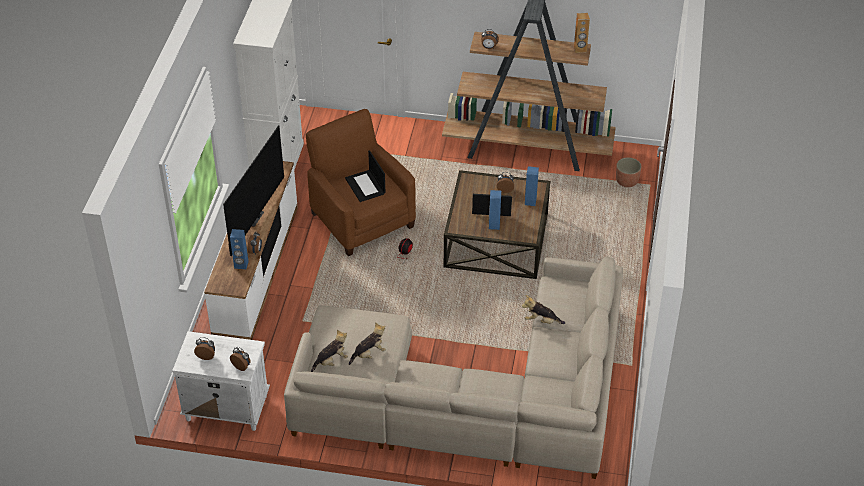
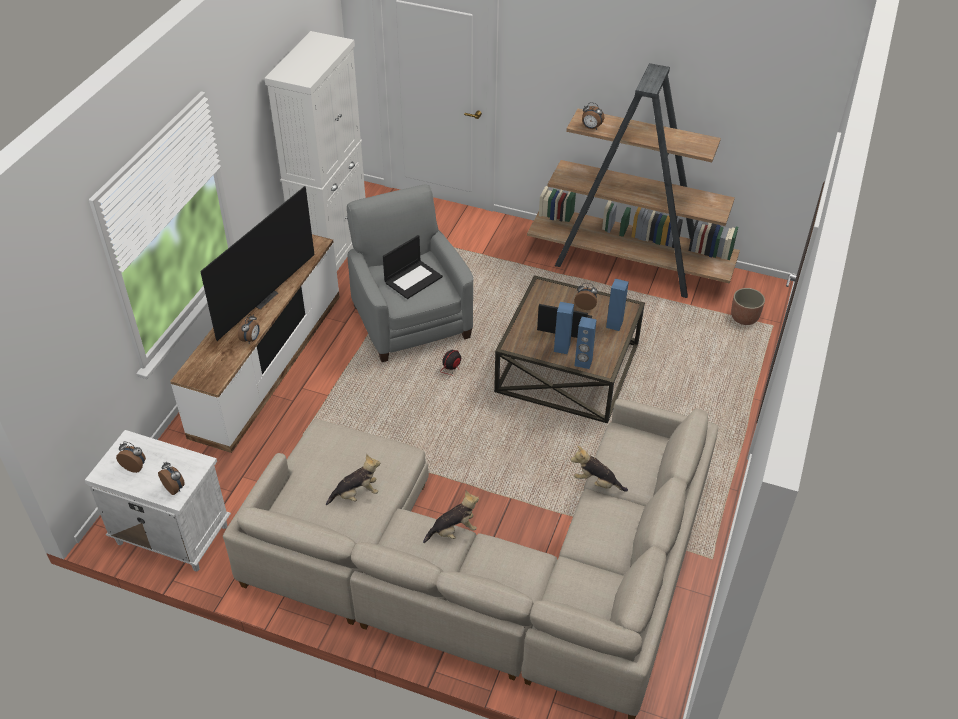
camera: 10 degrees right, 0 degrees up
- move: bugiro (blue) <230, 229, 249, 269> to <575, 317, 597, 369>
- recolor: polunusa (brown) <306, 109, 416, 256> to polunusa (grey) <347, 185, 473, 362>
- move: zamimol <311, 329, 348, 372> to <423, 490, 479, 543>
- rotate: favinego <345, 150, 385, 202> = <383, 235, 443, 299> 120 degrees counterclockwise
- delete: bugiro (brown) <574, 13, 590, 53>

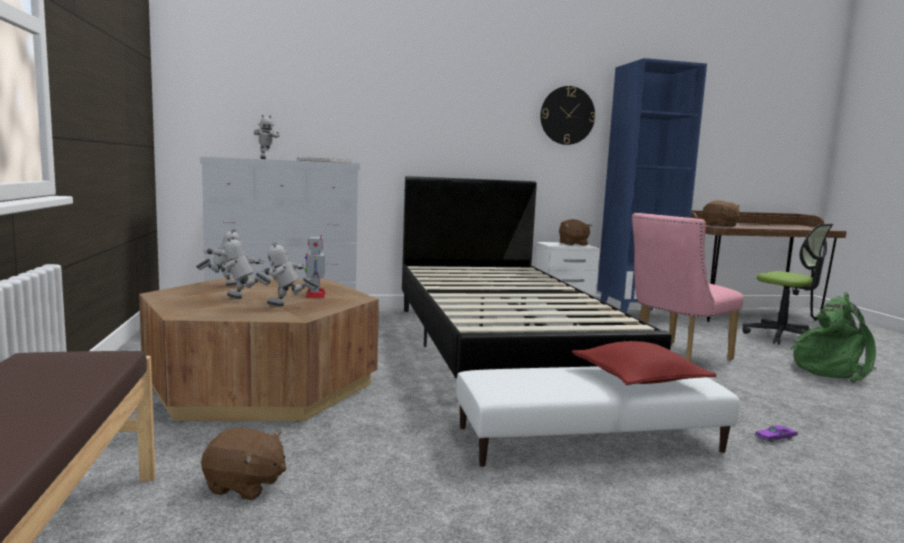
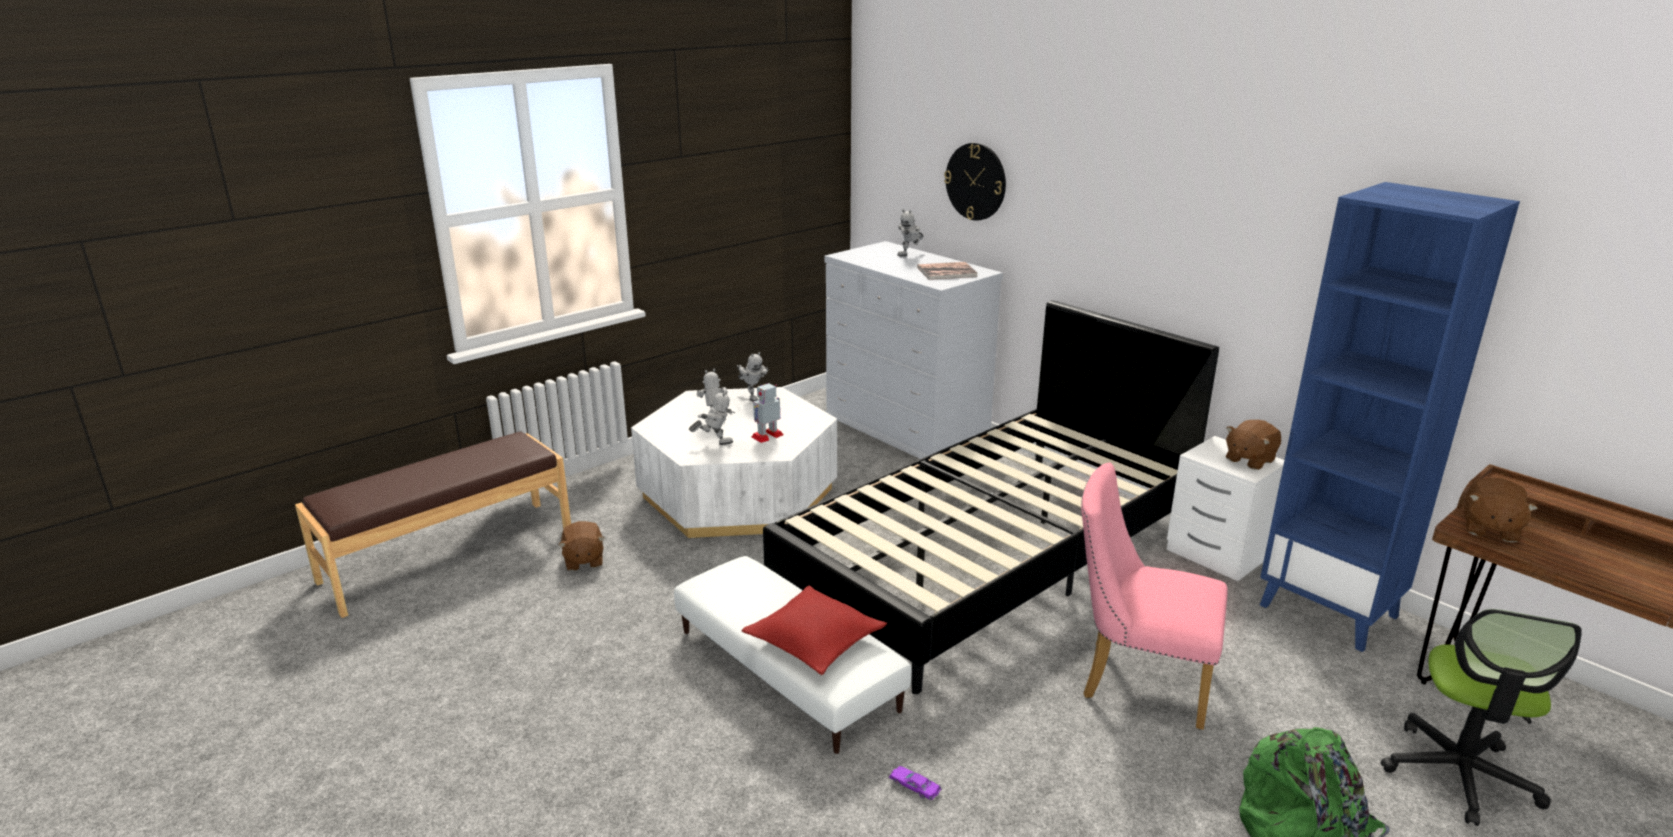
camera: 60 degrees right, 15 degrees up
- recolor: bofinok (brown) <139, 277, 379, 422> to bofinok (white) <631, 387, 837, 538>
- rotate: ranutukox <261, 241, 318, 306> = <689, 389, 735, 445> 120 degrees clockwise
- move: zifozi <540, 86, 595, 145> to <944, 143, 1006, 221>

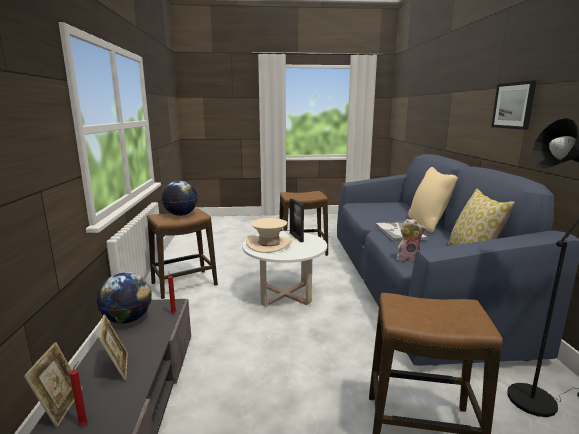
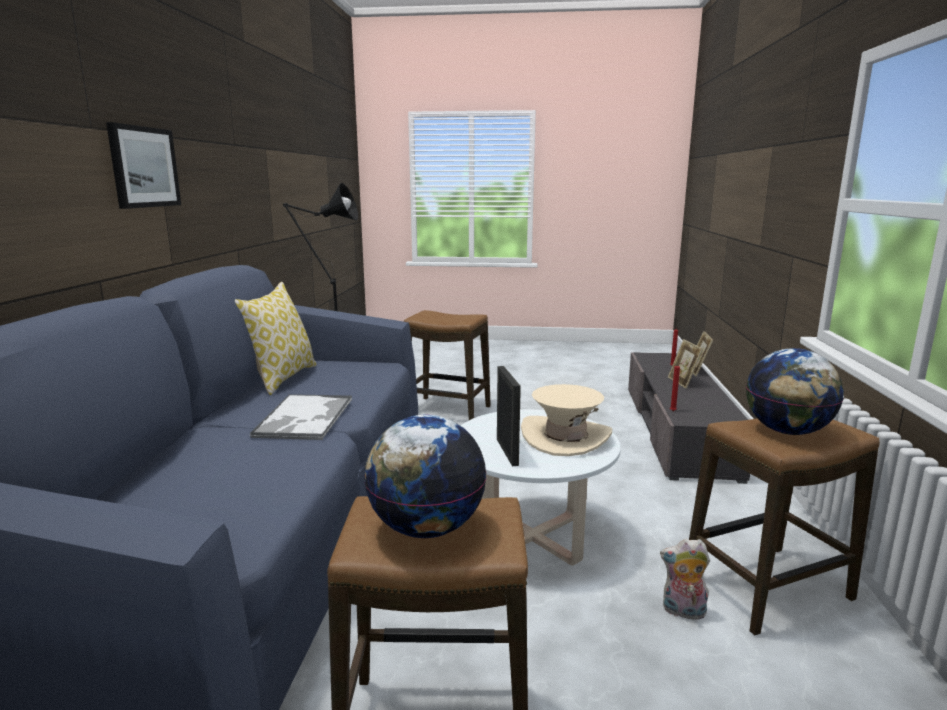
camera: 170 degrees left, 0 degrees up
- move: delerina <97, 272, 152, 324> to <364, 415, 487, 538>
- move: zamimol <397, 219, 426, 263> to <660, 539, 710, 620>
- delete: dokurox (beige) <408, 167, 458, 233>

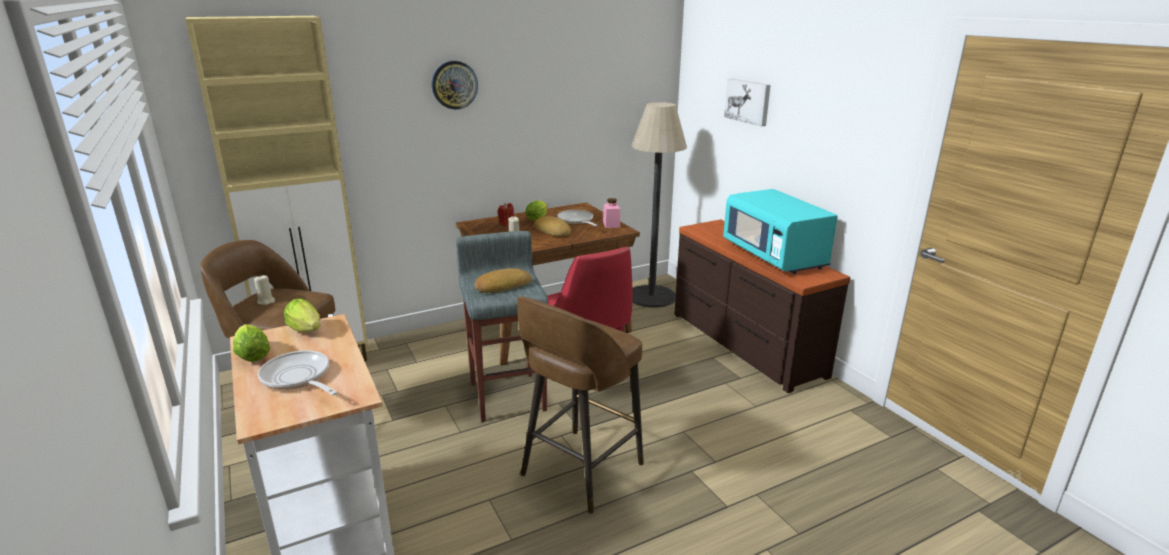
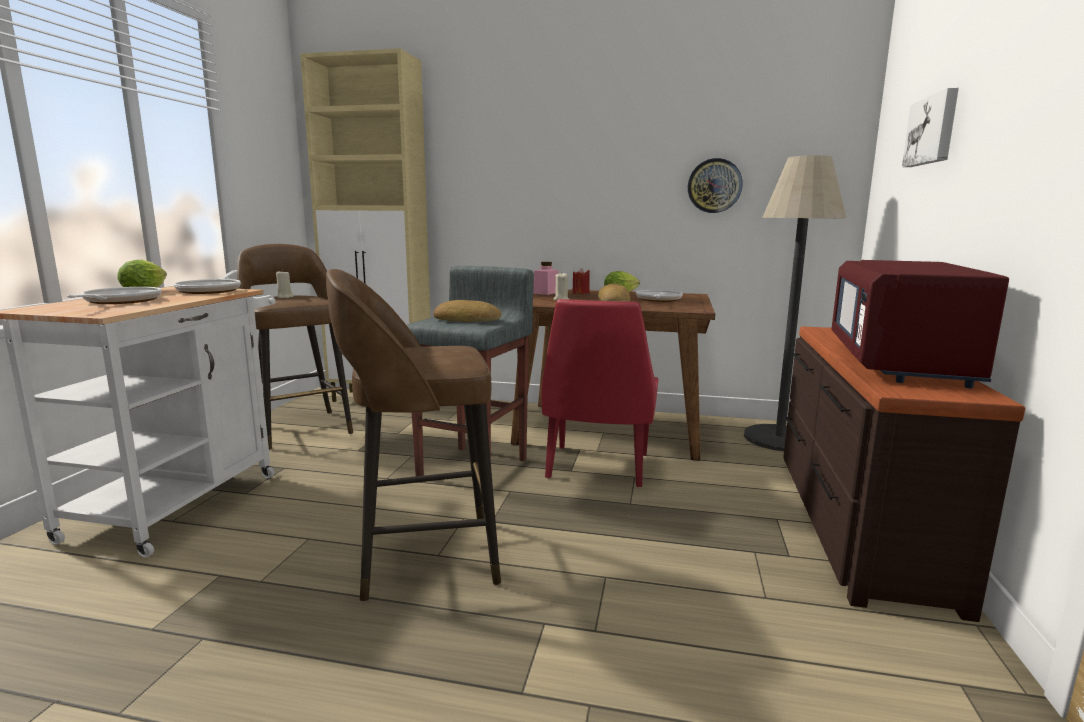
camera: 40 degrees right, 10 degrees down
- replace: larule <284, 298, 320, 333> to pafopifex <174, 270, 241, 294>
- move: zifozi <432, 61, 478, 110> to <688, 158, 743, 213>
- move: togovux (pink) <603, 198, 620, 228> to <533, 262, 559, 295>
- recolor: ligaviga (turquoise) <723, 189, 838, 274> to ligaviga (red) <831, 260, 1009, 388>

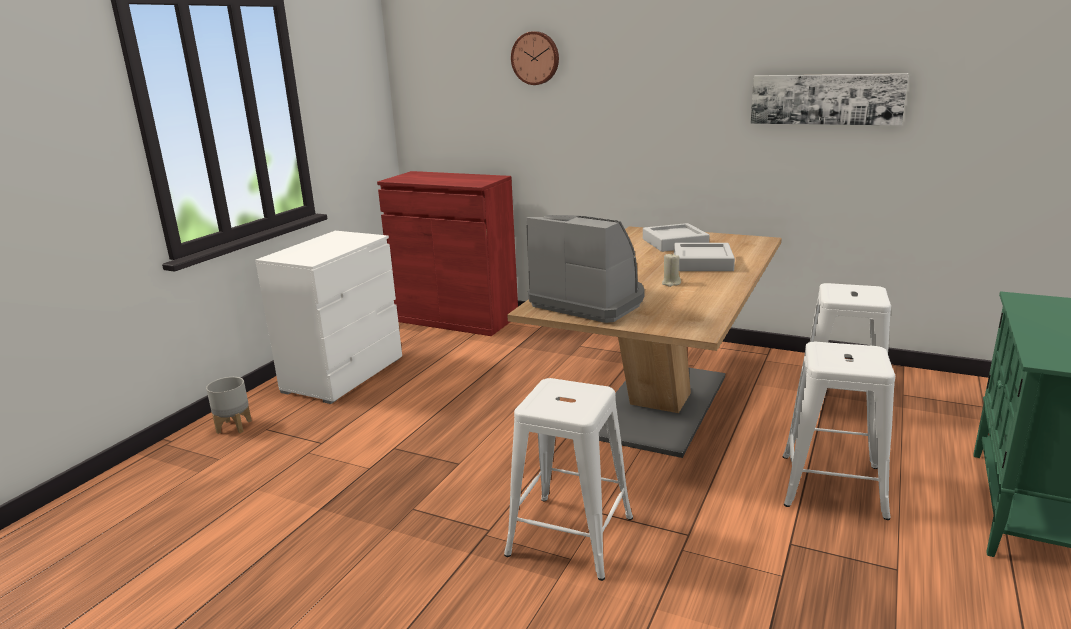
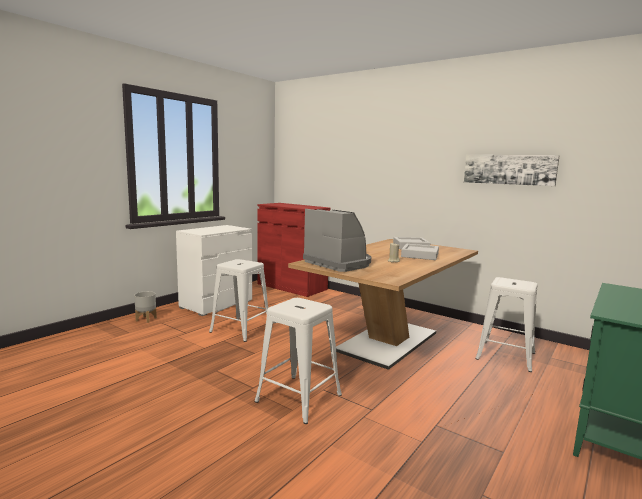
camera: 10 degrees right, 10 degrees down
- delete: zifozi <511, 31, 559, 85>
- move: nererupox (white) <783, 341, 895, 520> to <209, 259, 268, 342>

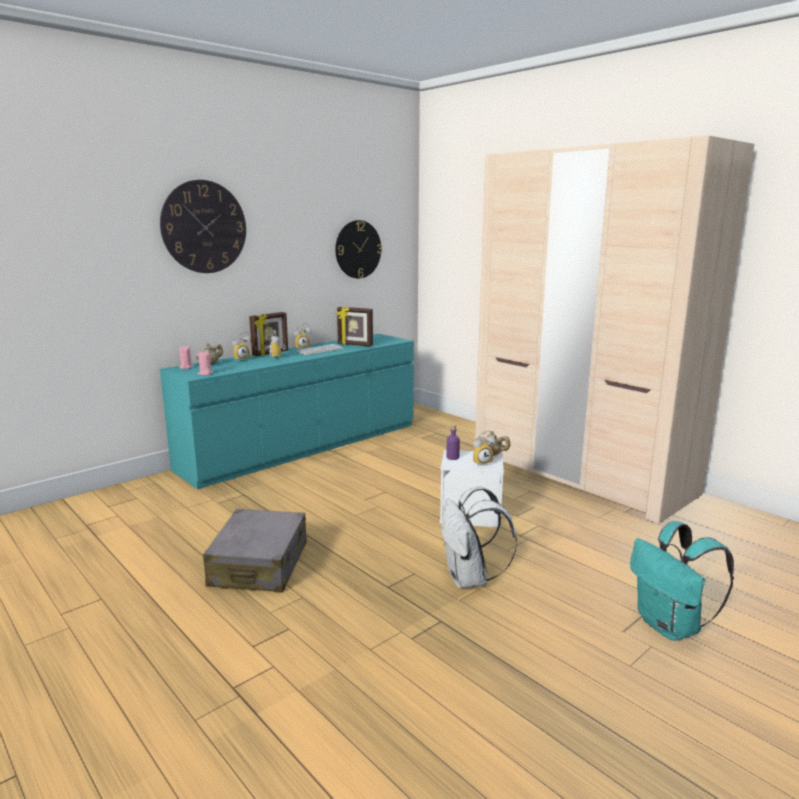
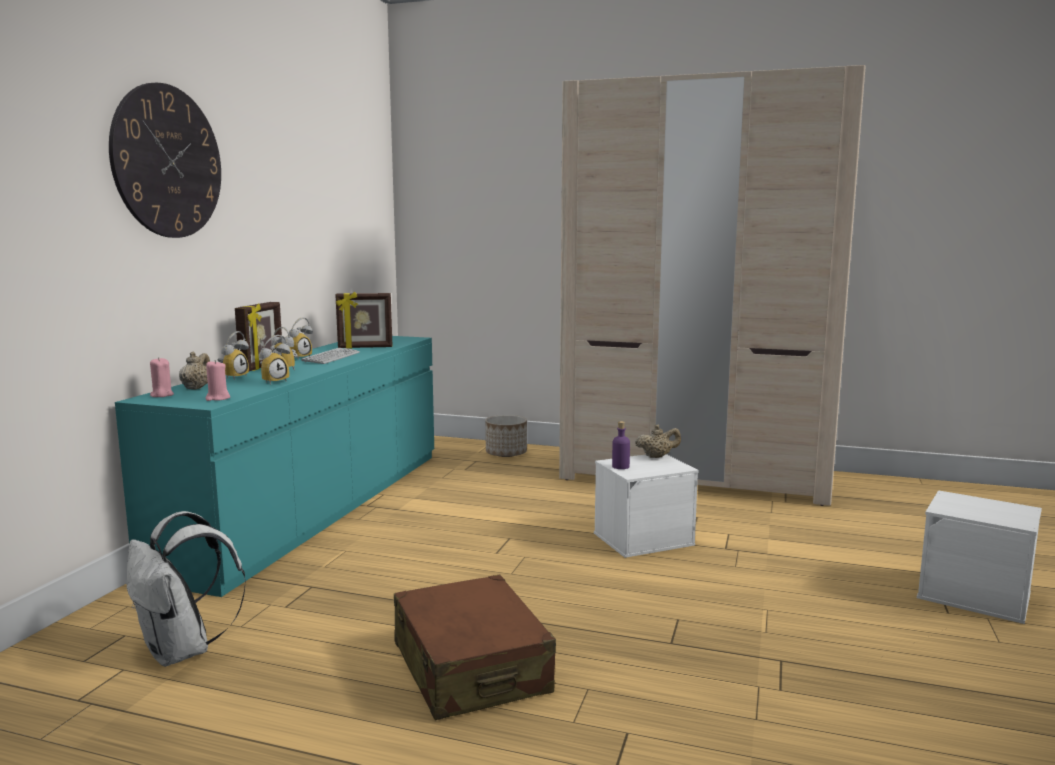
camera: 30 degrees left, 5 degrees down
- recolor: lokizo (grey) <203, 509, 307, 593> to lokizo (brown) <394, 574, 556, 720>
- delete: zifozi <335, 220, 382, 278>
- move: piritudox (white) <441, 486, 517, 589> to <126, 511, 246, 667>
- move: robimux <473, 430, 496, 466> to <259, 335, 290, 384>
- replace: piritudox (turquoise) <630, 521, 734, 641> to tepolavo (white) <917, 490, 1042, 624>
- insert: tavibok <485, 415, 527, 457>

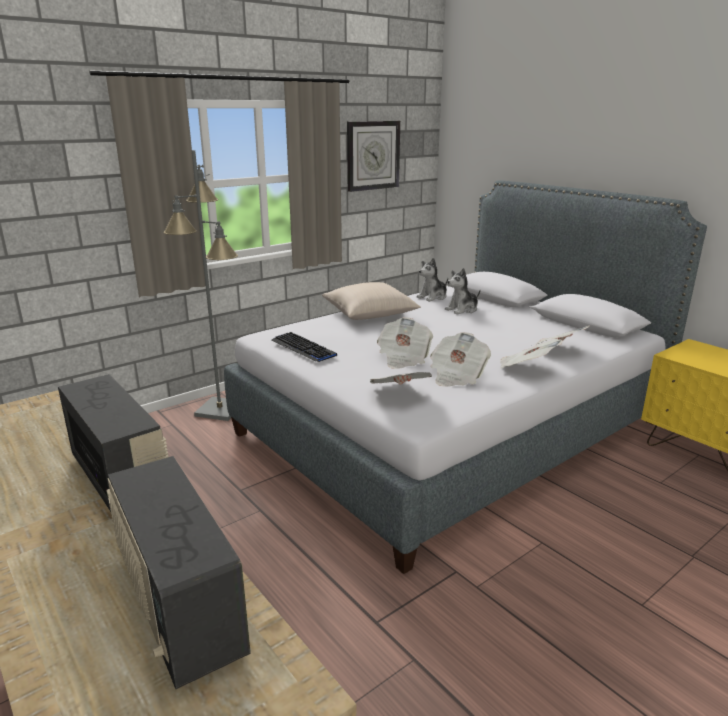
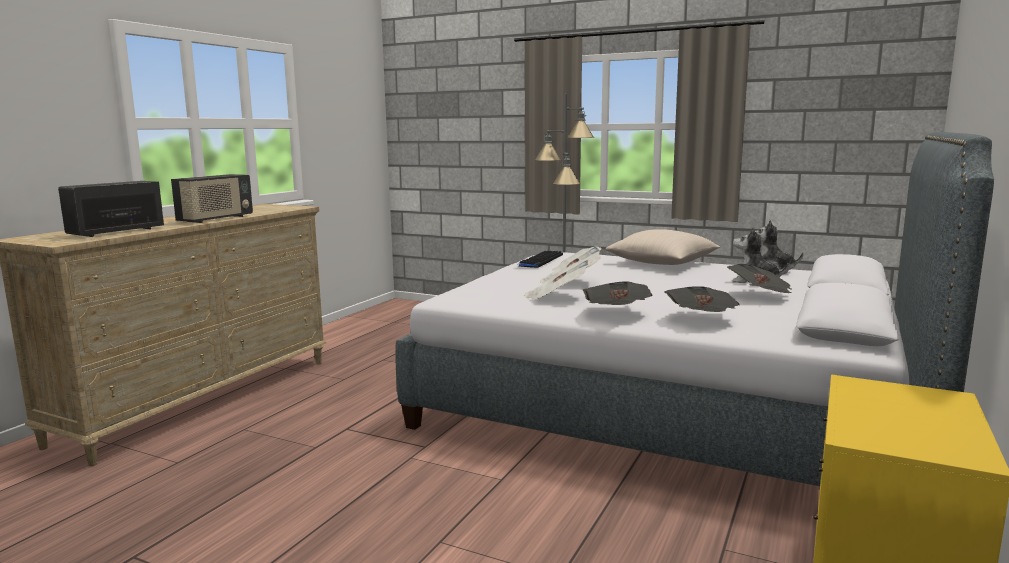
camera: 65 degrees right, 10 degrees down
- delete: zifozi <347, 121, 400, 192>
- move: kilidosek <370, 372, 432, 385> to <728, 264, 793, 293>

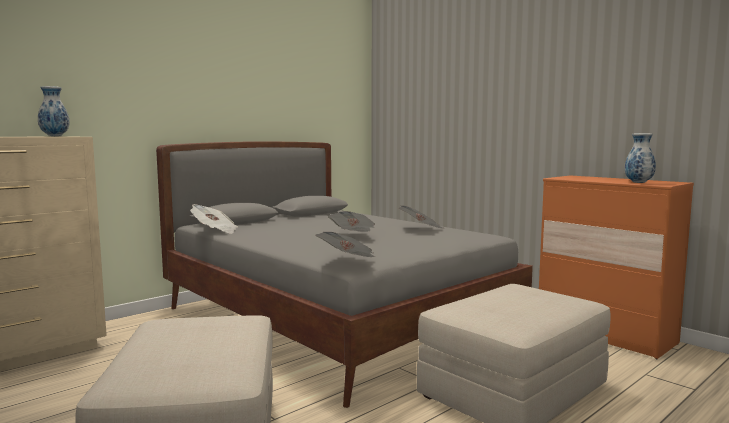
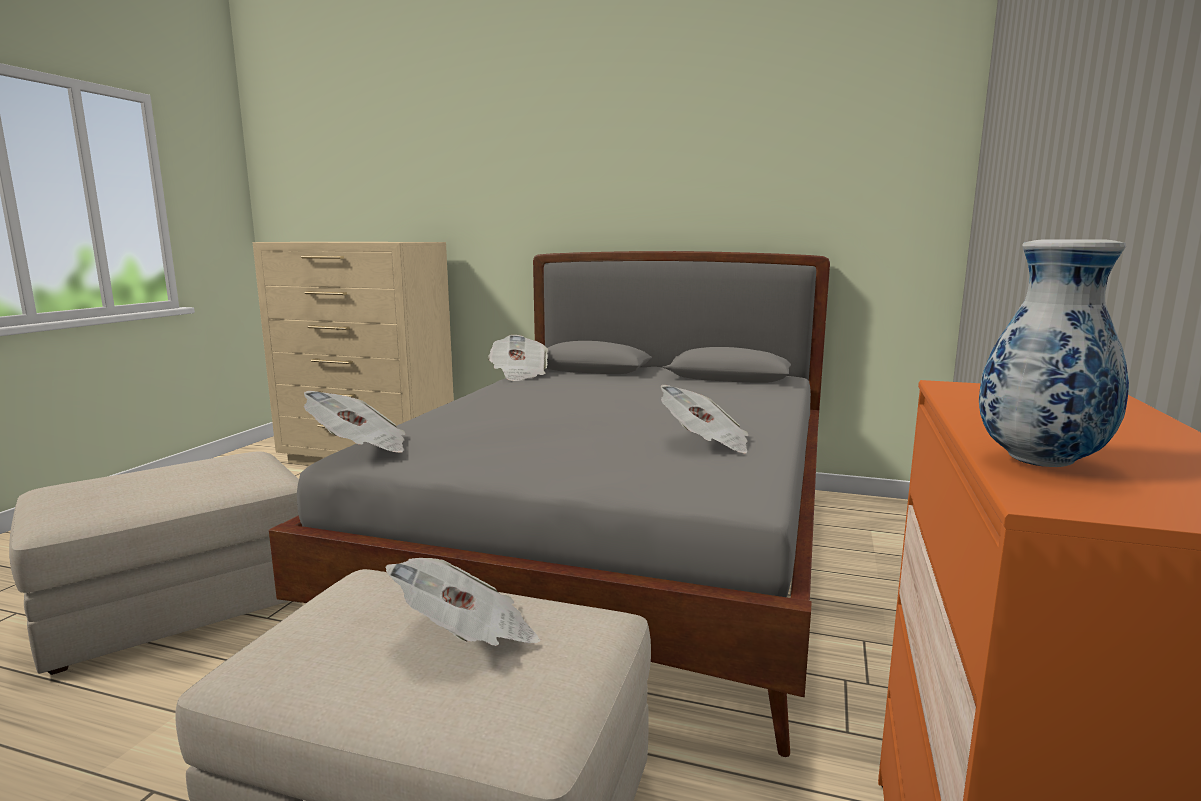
camera: 60 degrees right, 5 degrees up
- delete: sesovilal <38, 86, 70, 136>
- move: kilidosek <328, 211, 375, 232> to <386, 558, 541, 646>

